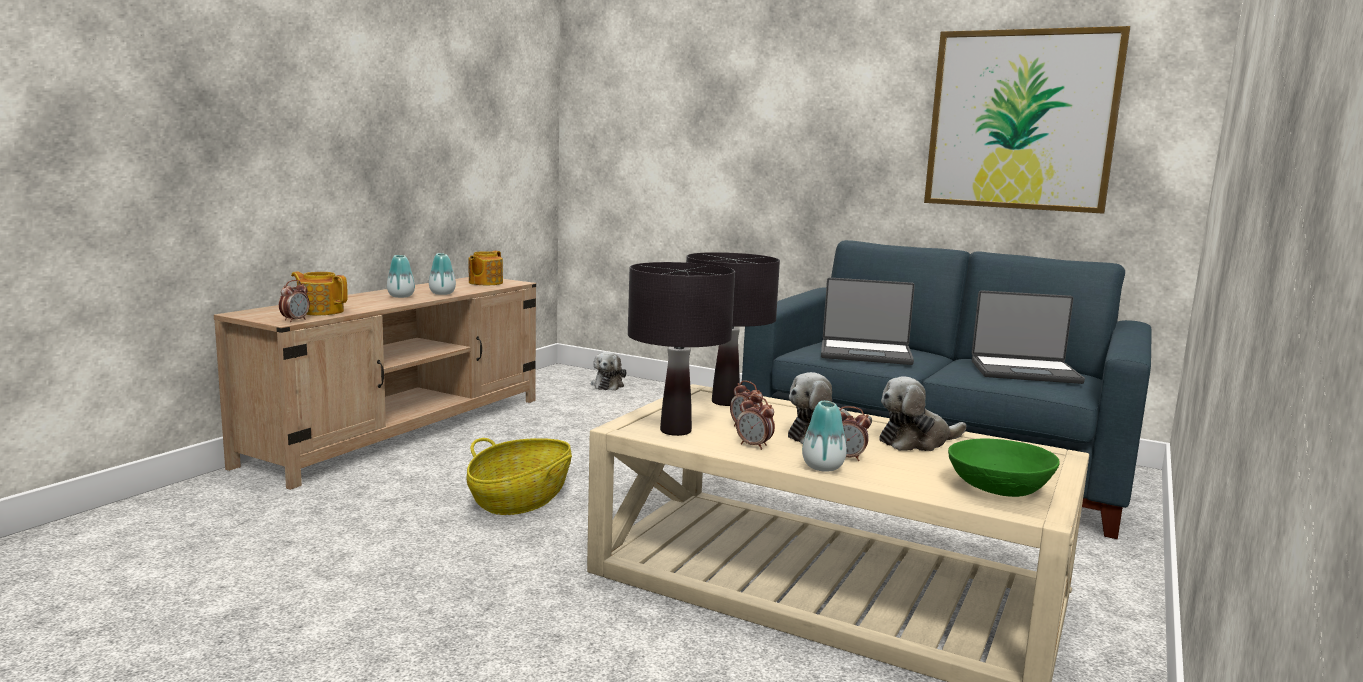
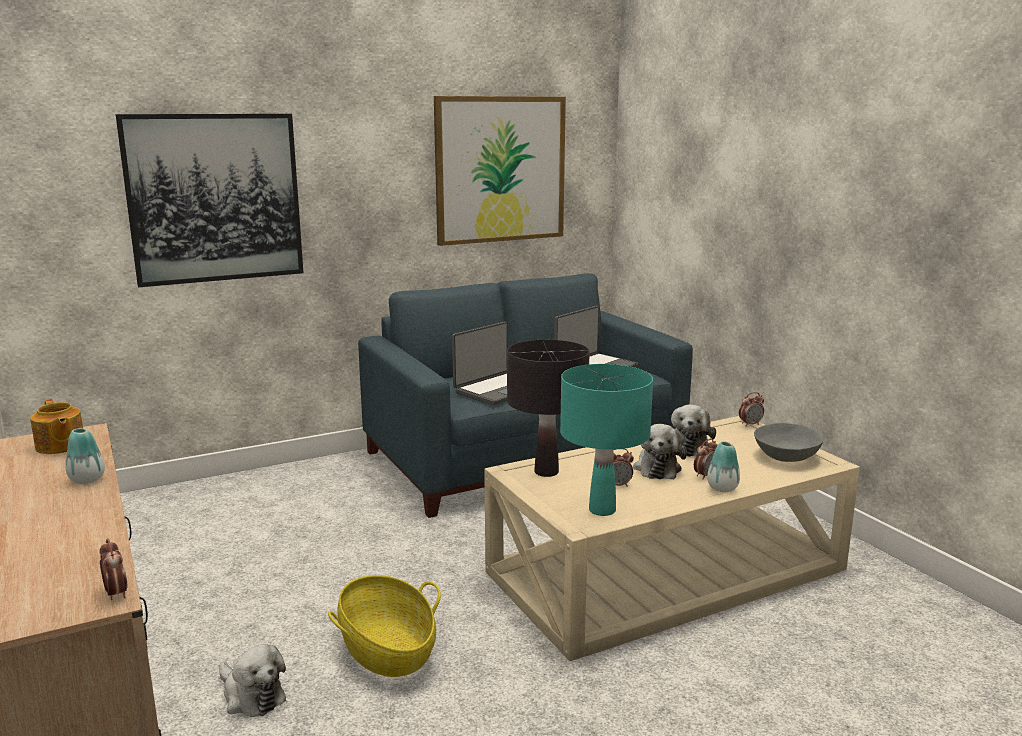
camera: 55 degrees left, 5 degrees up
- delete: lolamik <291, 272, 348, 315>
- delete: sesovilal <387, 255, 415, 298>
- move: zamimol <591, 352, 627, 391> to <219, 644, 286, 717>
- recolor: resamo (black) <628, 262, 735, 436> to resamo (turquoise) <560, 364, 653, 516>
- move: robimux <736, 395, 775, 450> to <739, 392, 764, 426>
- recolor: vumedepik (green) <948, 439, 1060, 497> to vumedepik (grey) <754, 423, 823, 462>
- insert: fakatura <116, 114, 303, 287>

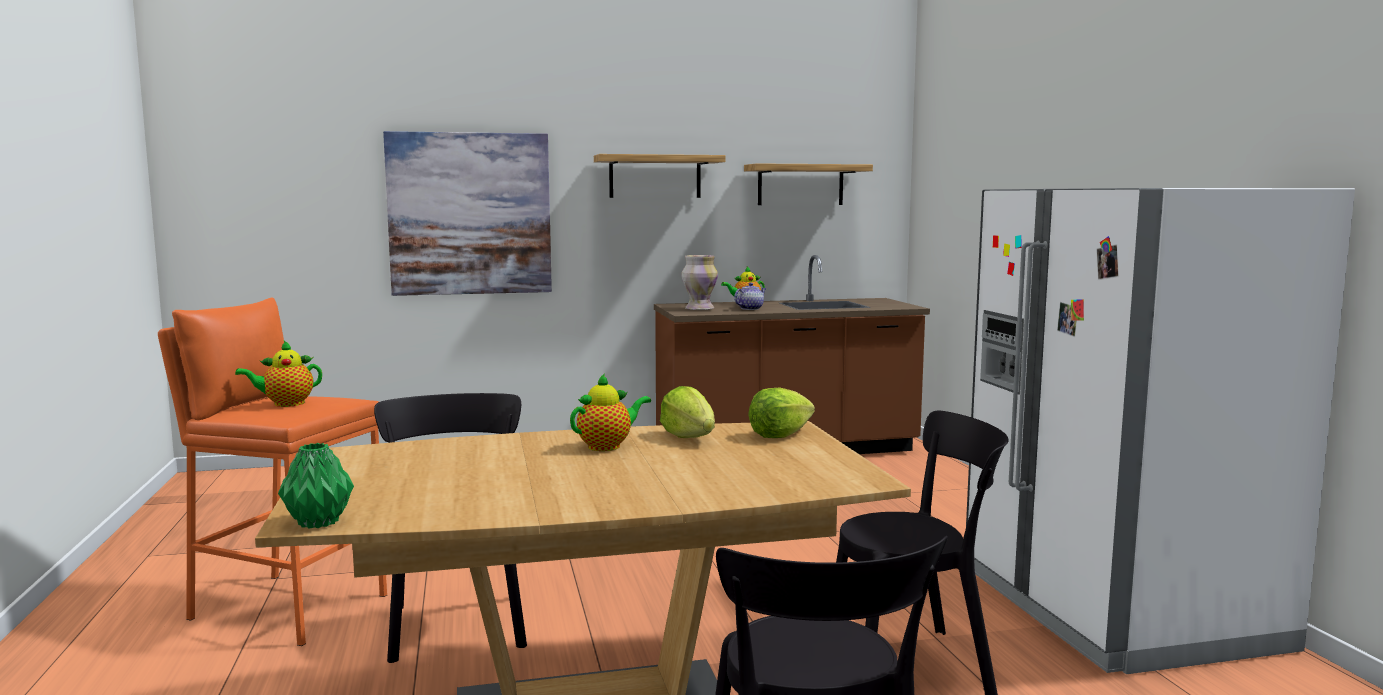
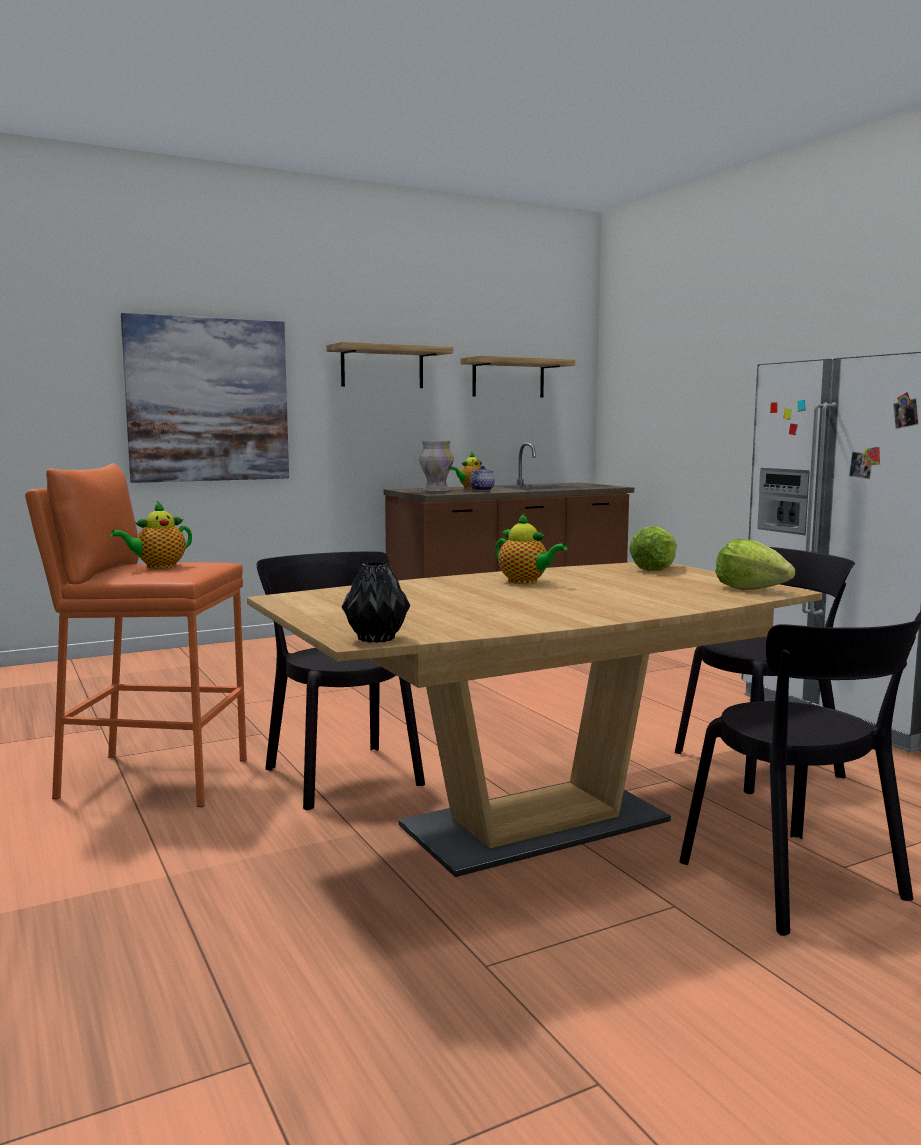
camera: 15 degrees left, 0 degrees up
- recolor: sesovilal (green) <278, 443, 354, 529> to sesovilal (black) <342, 562, 410, 643>
- rotate: lolamik <570, 373, 651, 451> = <495, 513, 568, 584> 90 degrees clockwise
- move: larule <660, 386, 715, 438> to <715, 539, 795, 590>

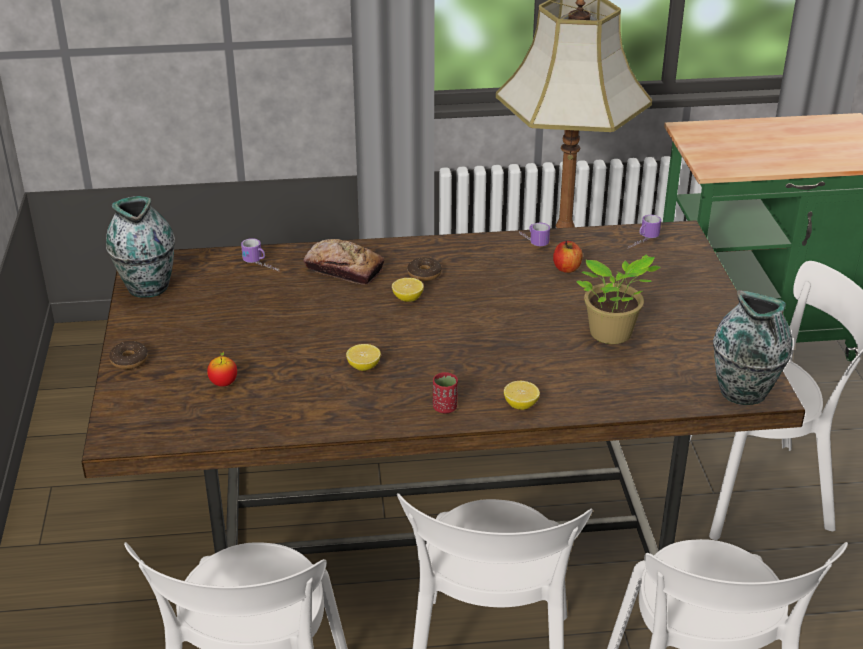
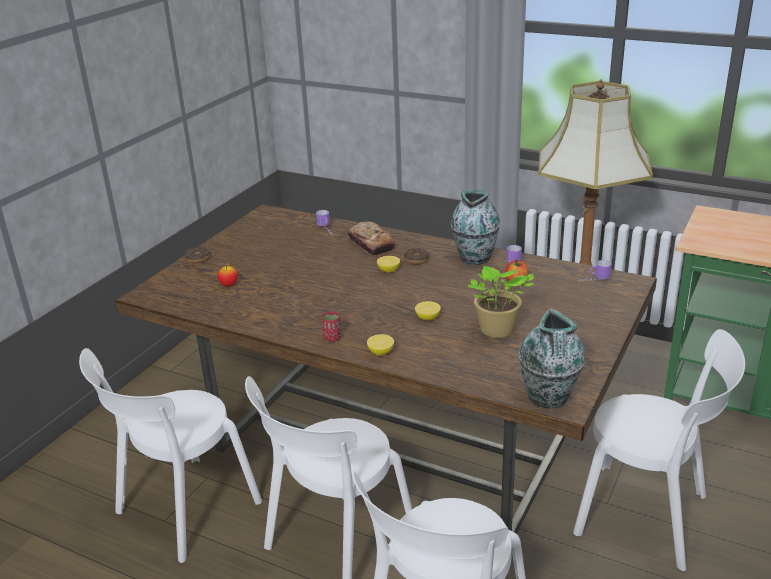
camera: 35 degrees right, 5 degrees down
- move: sesovilal <106, 196, 175, 297> to <450, 190, 500, 265>
- move: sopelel <346, 344, 381, 371> to <415, 301, 441, 320>

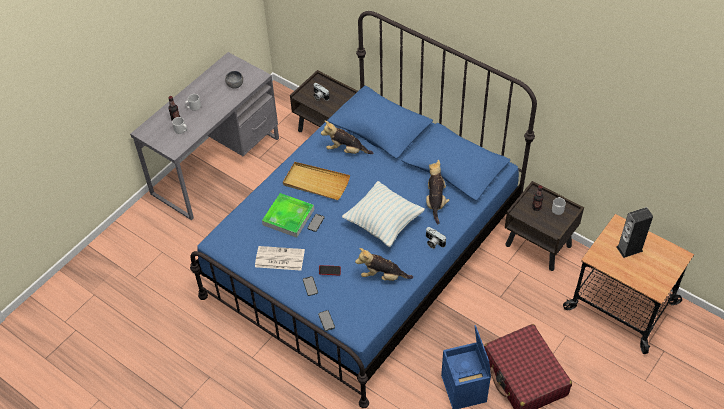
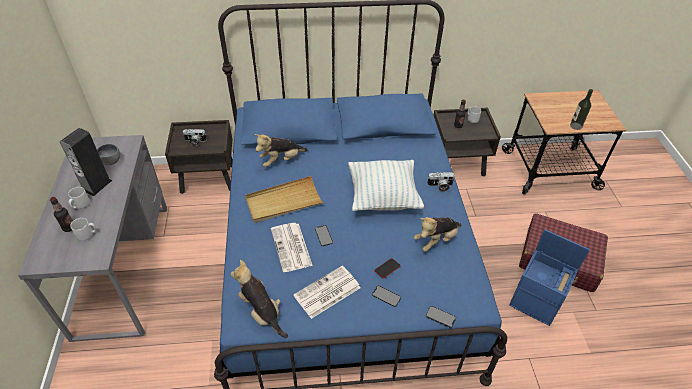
camera: 45 degrees left, 5 degrees down
- replace: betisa <262, 193, 314, 238> to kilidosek <271, 223, 313, 272>
- move: zamimol <426, 160, 450, 224> to <231, 260, 288, 338>
- move: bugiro <616, 207, 653, 258> to <60, 128, 113, 196>
- insert: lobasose <570, 89, 593, 130>

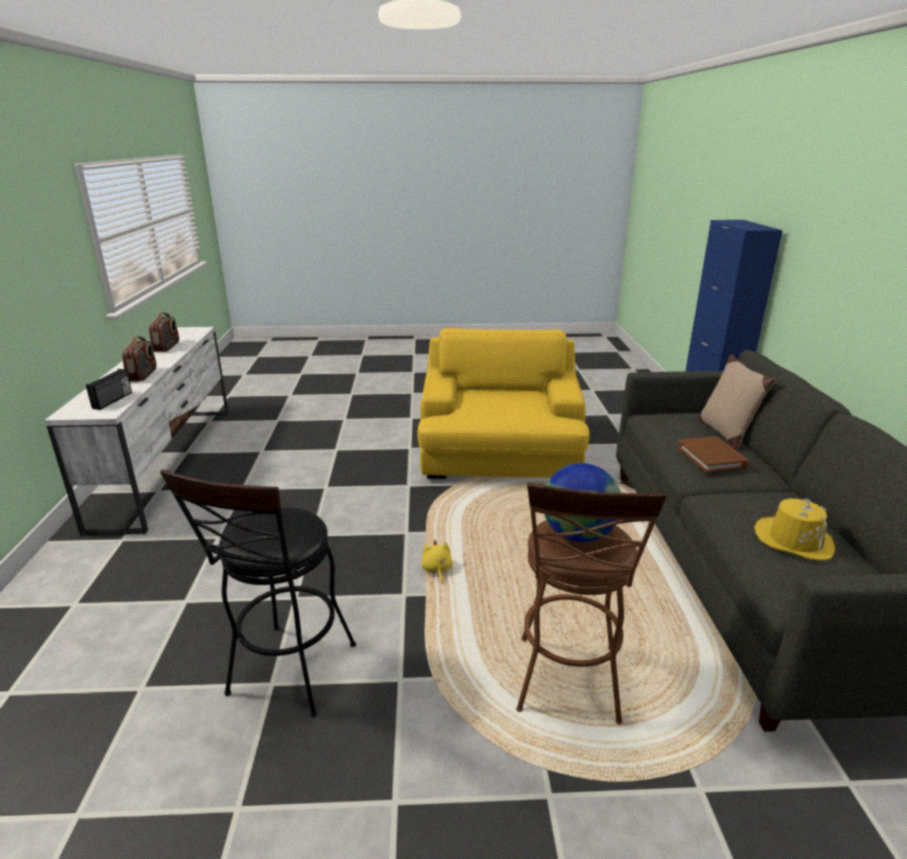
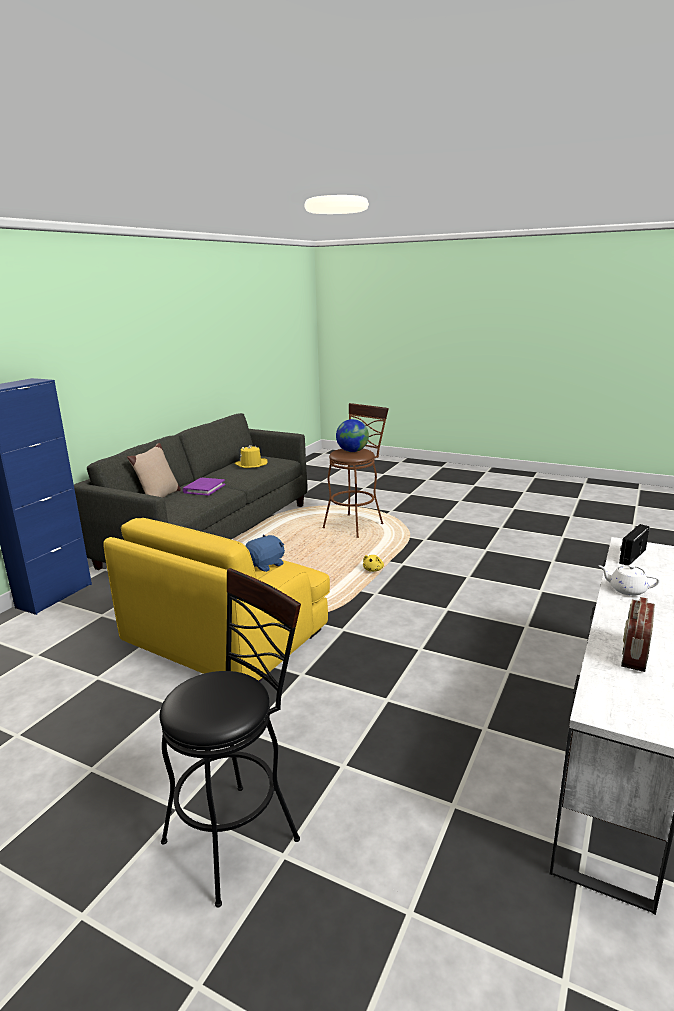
camera: 150 degrees left, 5 degrees down
- replace: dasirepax <122, 336, 156, 381> to lolamik (white) <599, 565, 660, 596>
- move: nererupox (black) <160, 470, 356, 717> to <160, 568, 301, 907>
- recolor: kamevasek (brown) <677, 436, 749, 473> to kamevasek (purple) <183, 478, 225, 496>
- insert: zamimol (blue) <245, 535, 285, 572>

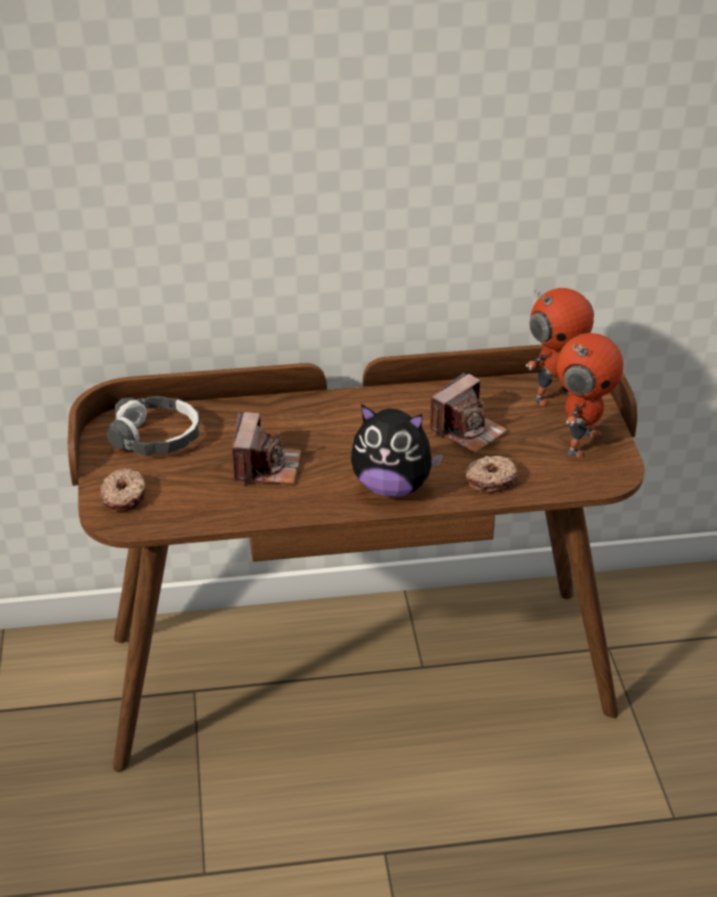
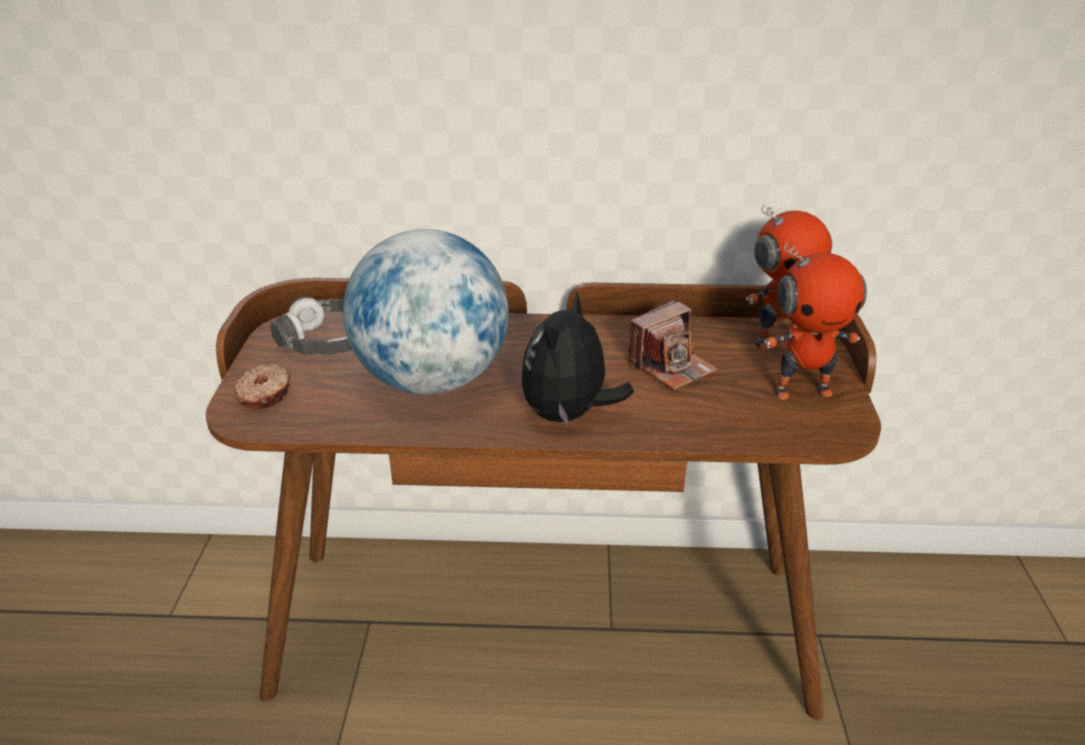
camera: 10 degrees right, 5 degrees down
- replace: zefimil <232, 412, 301, 485> to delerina <343, 229, 508, 395>
- rotate: zamimol <351, 404, 443, 497> = <521, 290, 634, 427> 90 degrees clockwise
- delete: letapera <464, 456, 518, 493>
- rotate: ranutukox <557, 333, 623, 458> = <764, 242, 867, 400> 45 degrees clockwise

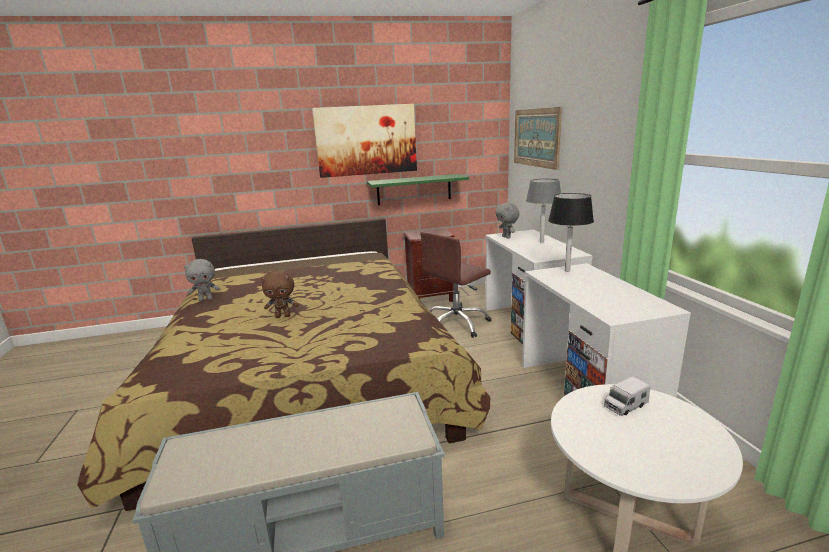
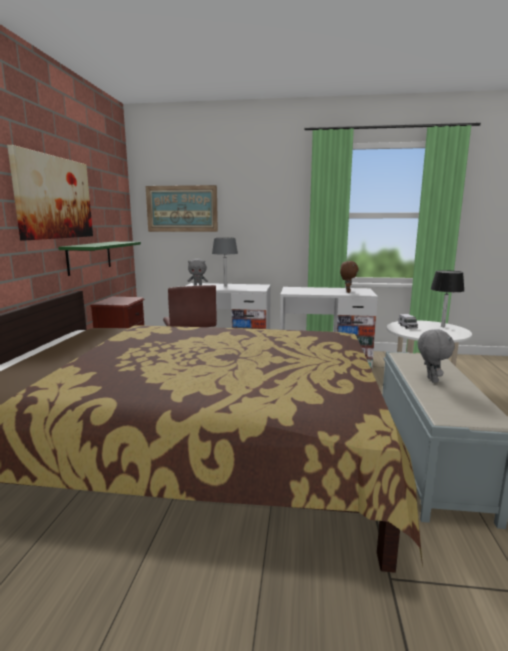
camera: 70 degrees left, 5 degrees down
- move: zamimol (grey) <184, 259, 220, 302> to <418, 329, 455, 383>
- move: zamimol (brown) <261, 270, 299, 318> to <340, 261, 359, 293>
- move: resamo (black) <548, 193, 594, 272> to <430, 270, 465, 327>

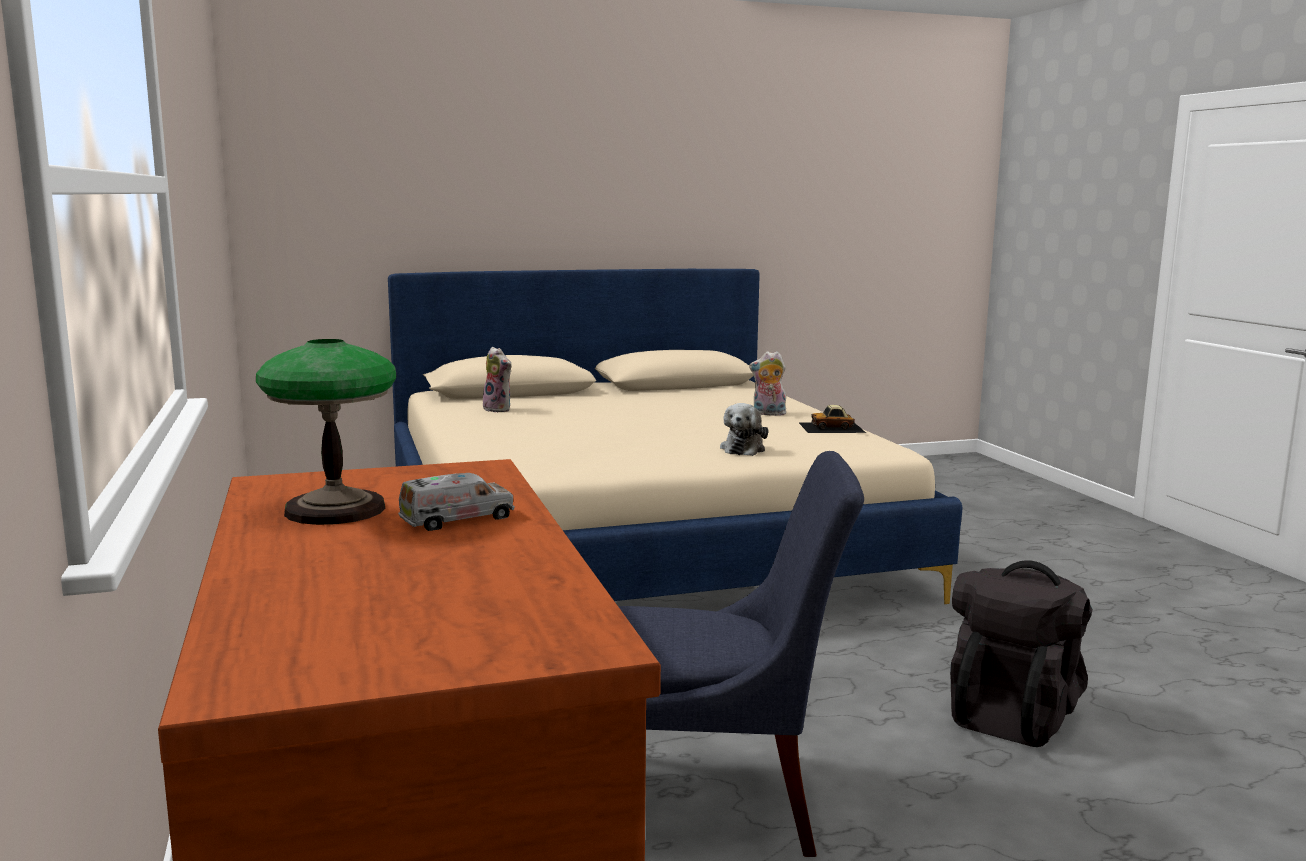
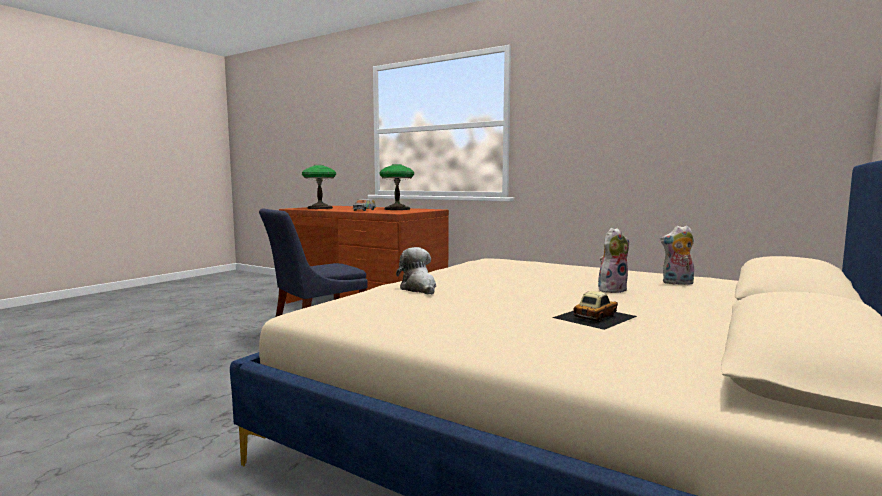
camera: 140 degrees right, 5 degrees down
- move: zamimol <749, 351, 786, 416> to <598, 228, 629, 293>
- move: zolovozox <799, 405, 866, 433> to <552, 291, 637, 330>
- delete: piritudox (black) <950, 560, 1093, 747>
- insert: resamo <302, 165, 336, 209>

